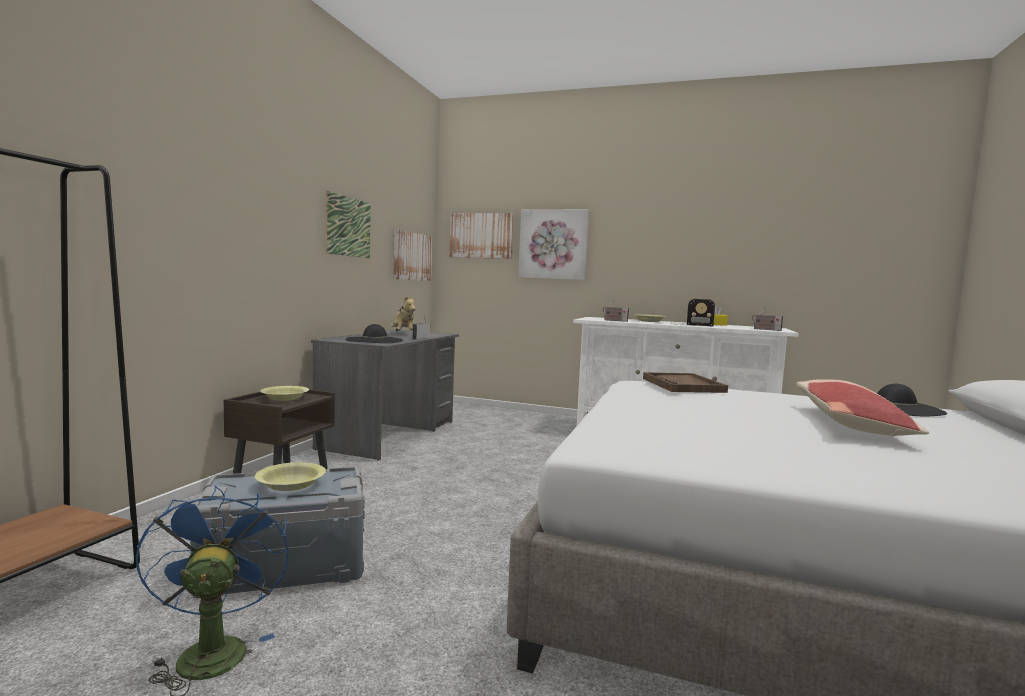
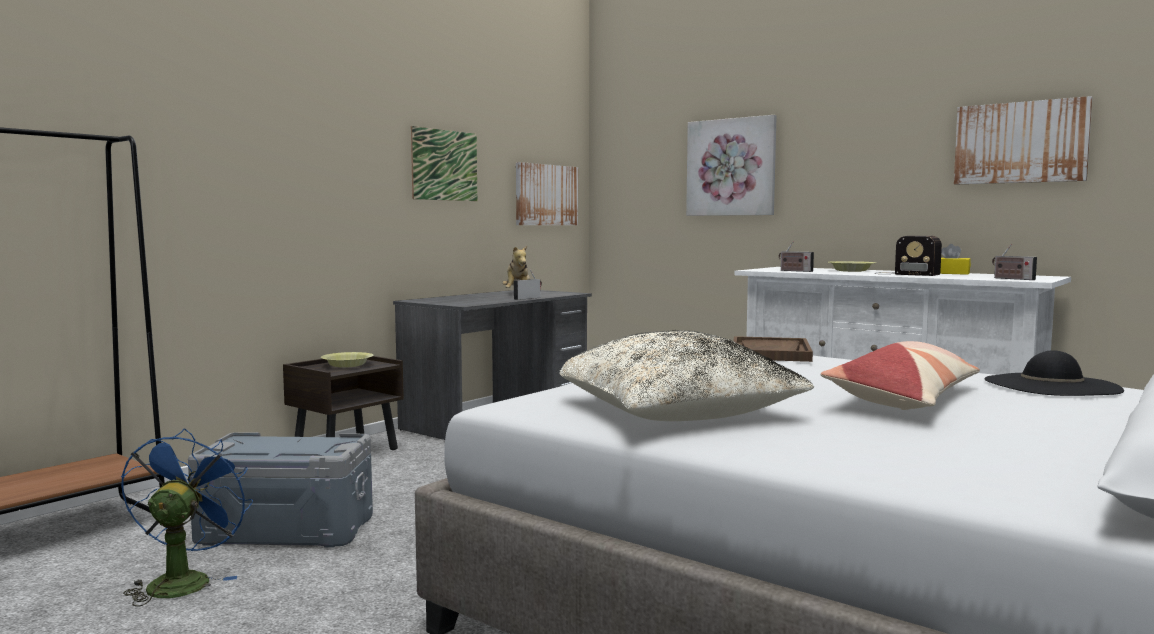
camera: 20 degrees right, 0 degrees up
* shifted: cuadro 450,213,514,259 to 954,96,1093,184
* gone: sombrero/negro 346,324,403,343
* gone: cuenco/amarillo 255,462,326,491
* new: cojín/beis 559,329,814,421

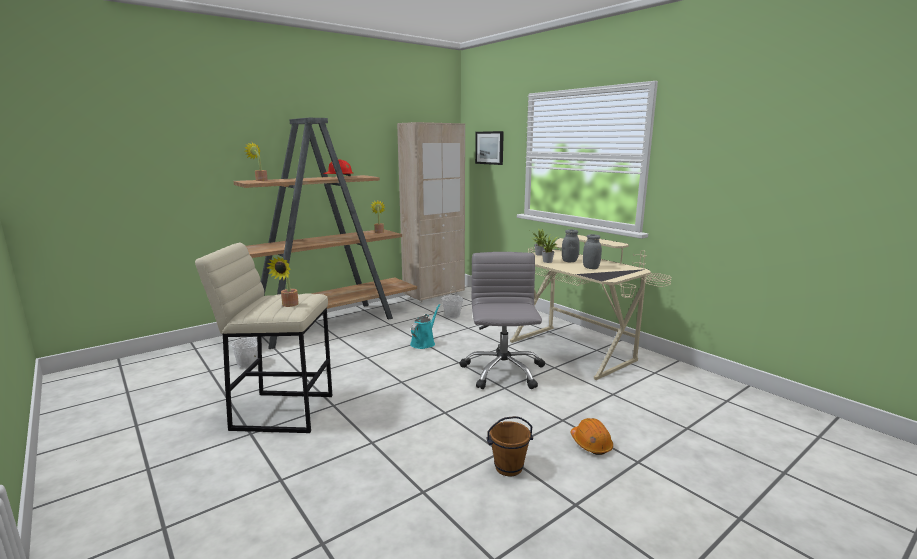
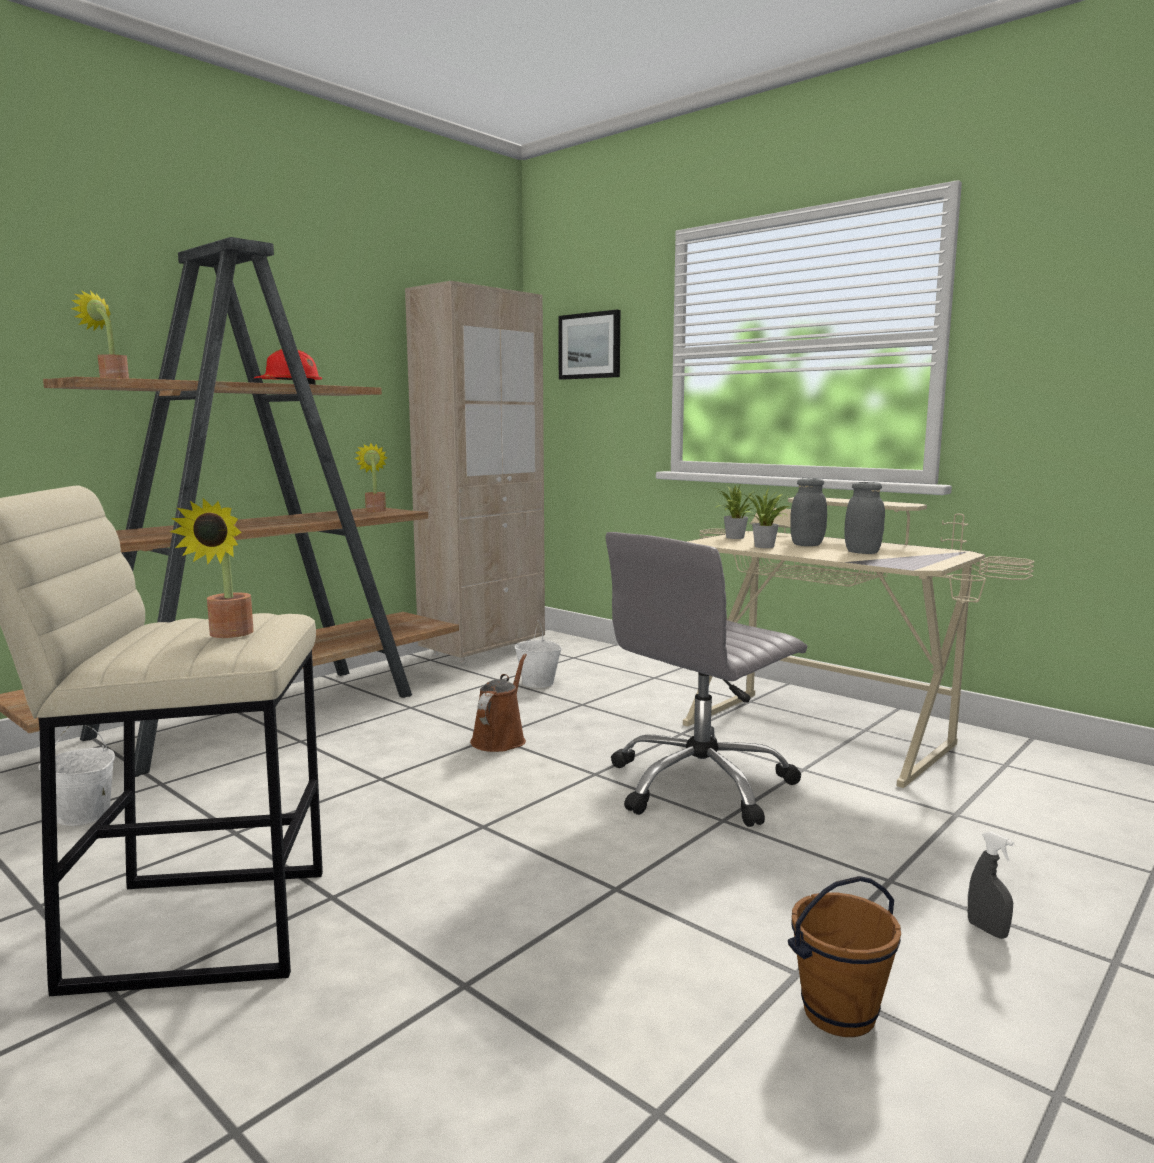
camera: 10 degrees left, 5 degrees down
* rotated: silla de oficina/gris 460,252,545,389 = 605,532,807,827 120 degrees counterclockwise
* repainted: regadera/turquesa 410,304,440,349 to regadera/marrón 470,654,527,752
* swapped: casco/naranja 571,418,613,455 to pulverizador/gris 968,831,1014,939

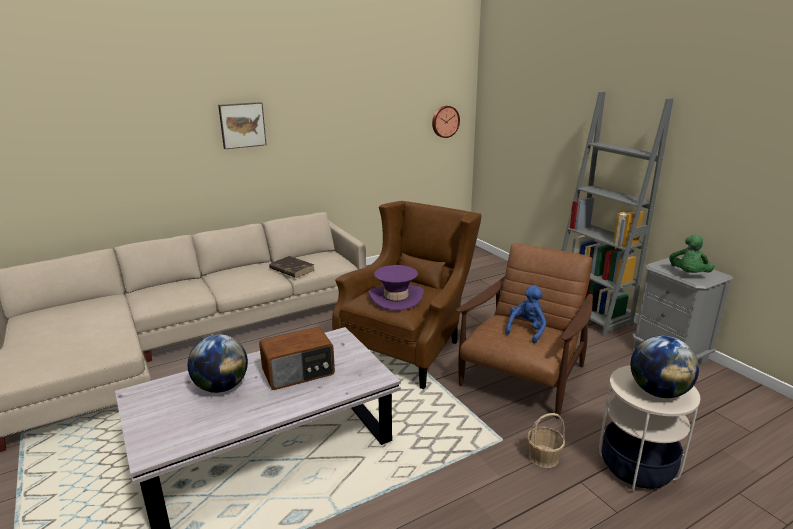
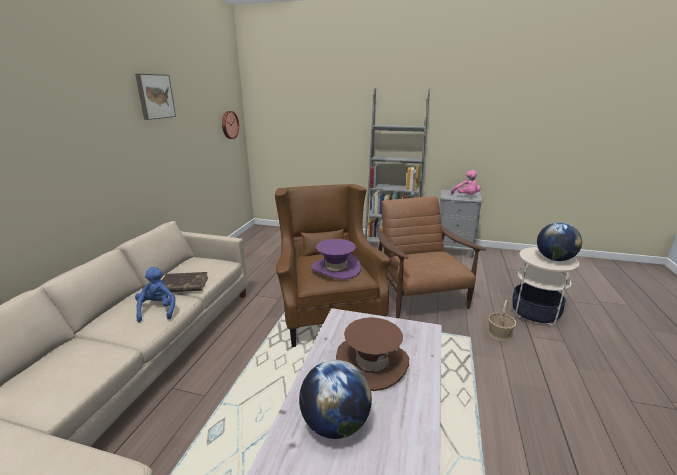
camera: 45 degrees left, 0 degrees up
* shifted: cuadro 218,102,267,149 to 135,74,176,120
* repainted: peluche/verde 669,235,715,273 to peluche/rosa 451,170,481,194
* shifted: peluche/azul 505,285,546,343 to 135,267,175,322
* swapped: radio 259,327,335,390 to sombrero/marrón 336,317,409,391

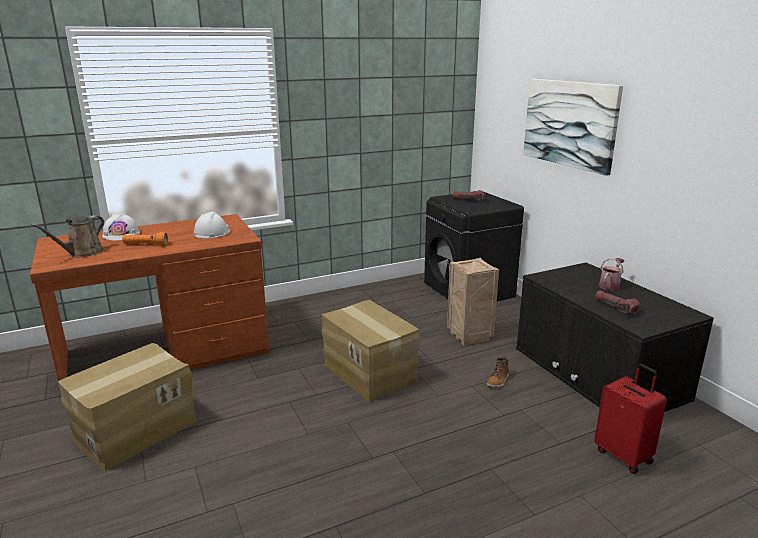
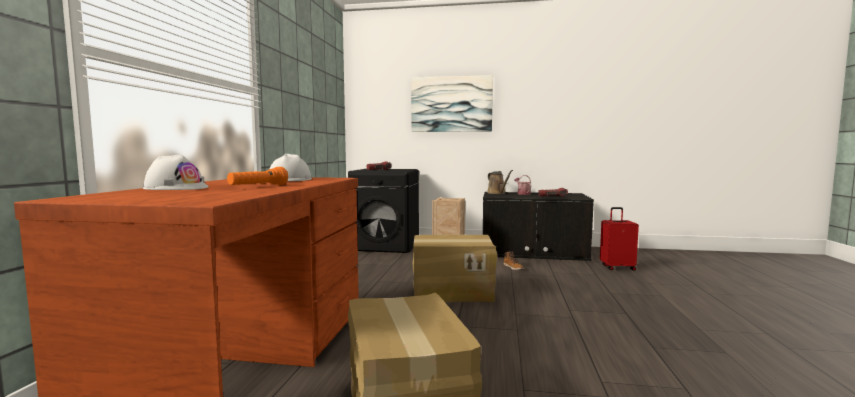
camera: 55 degrees left, 15 degrees down
* shifted: regadera/marrón 31,215,104,257 to 487,170,513,194

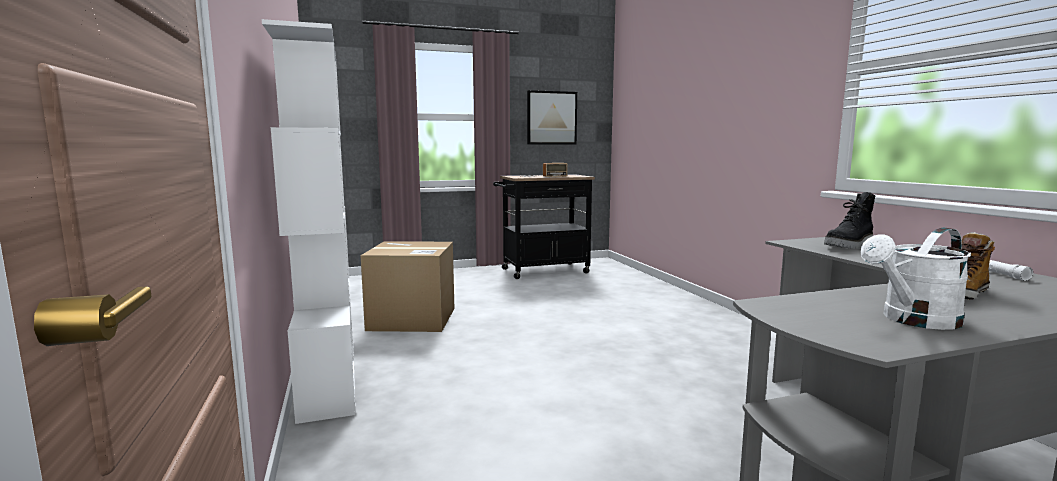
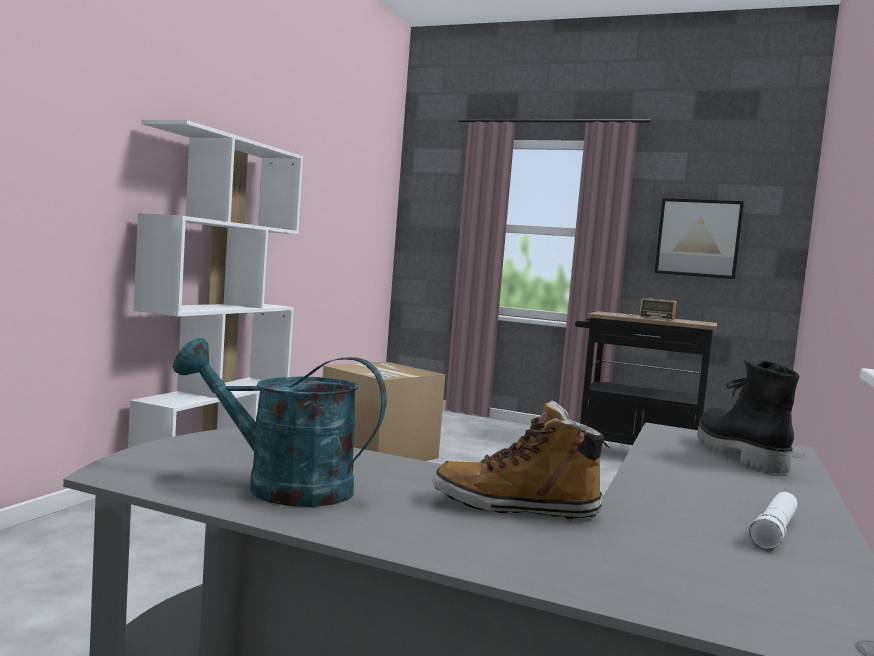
camera: 40 degrees right, 5 degrees down
* rotated: bota/negro 824,192,875,249 = 697,360,800,473 75 degrees clockwise
* repainted: regadera/blanco 861,227,971,330 to regadera/turquesa 173,338,387,507

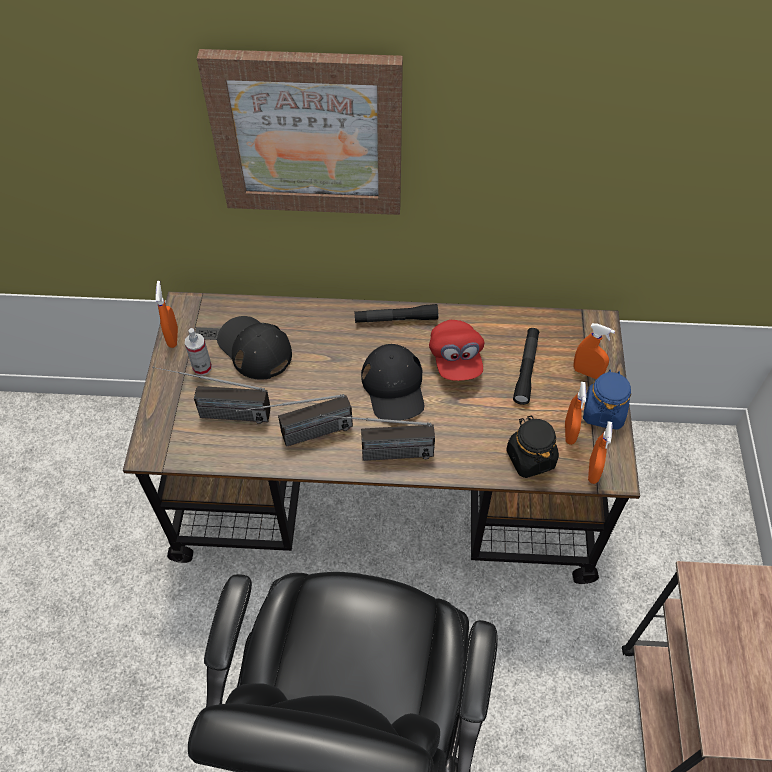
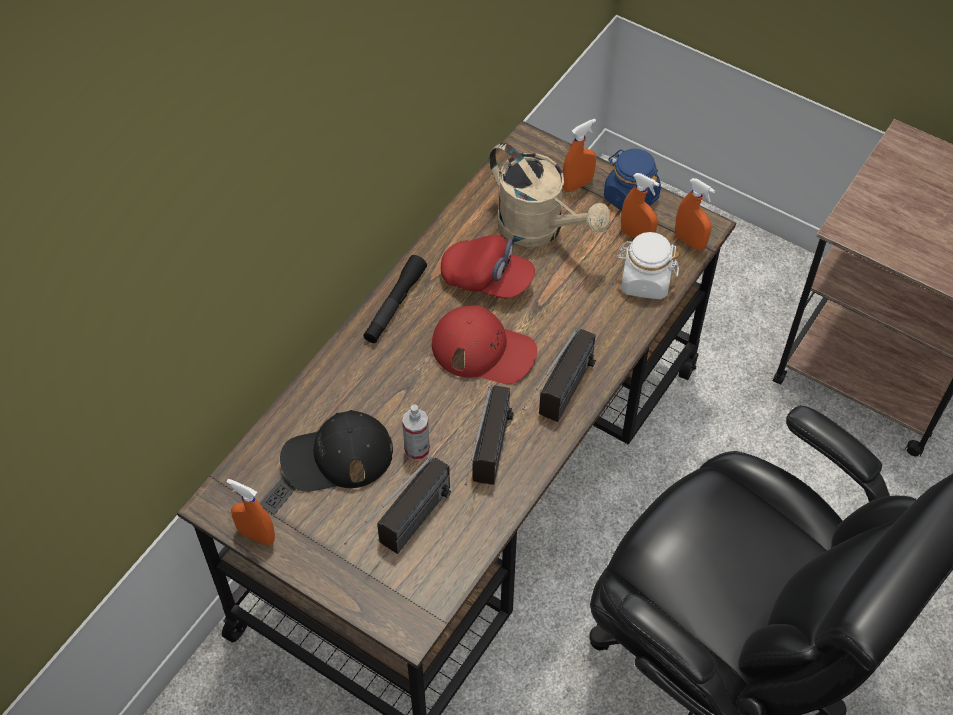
camera: 60 degrees left, 0 degrees up
* gone: cuadro 197,49,403,215
* shifted: pulverizador 185,328,212,376 to 402,404,430,461
* swapped: linterna/negro 513,328,539,405 to regadera/beis 489,143,610,246
* repainted: gorra/negro 361,344,424,421 to gorra/rojo 432,305,537,384
* repainted: tarro/negro 506,416,559,478 to tarro/blanco 617,232,679,299

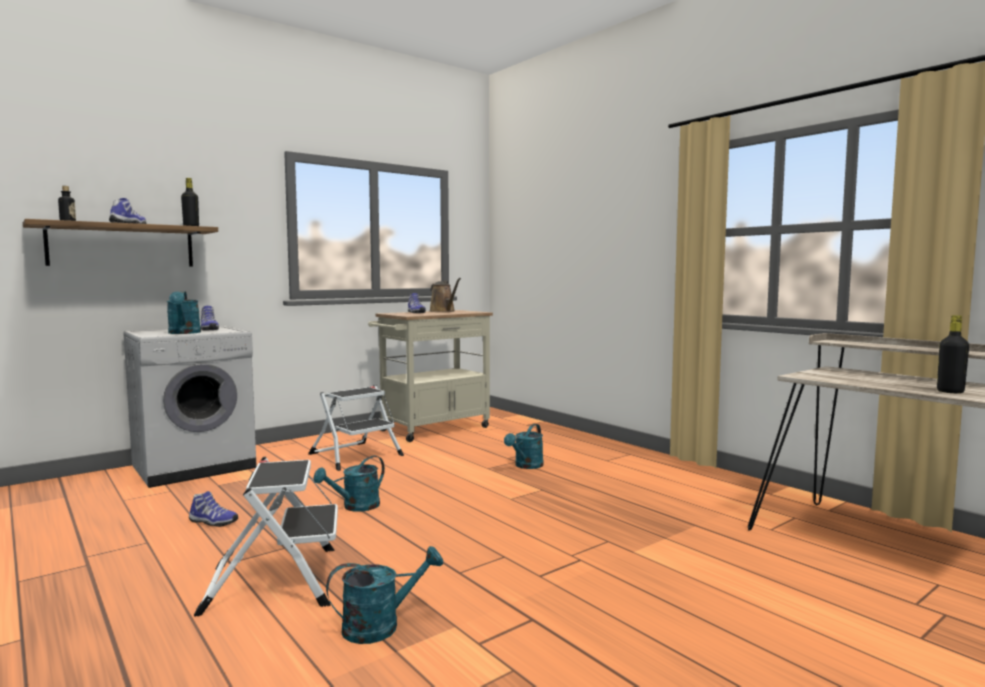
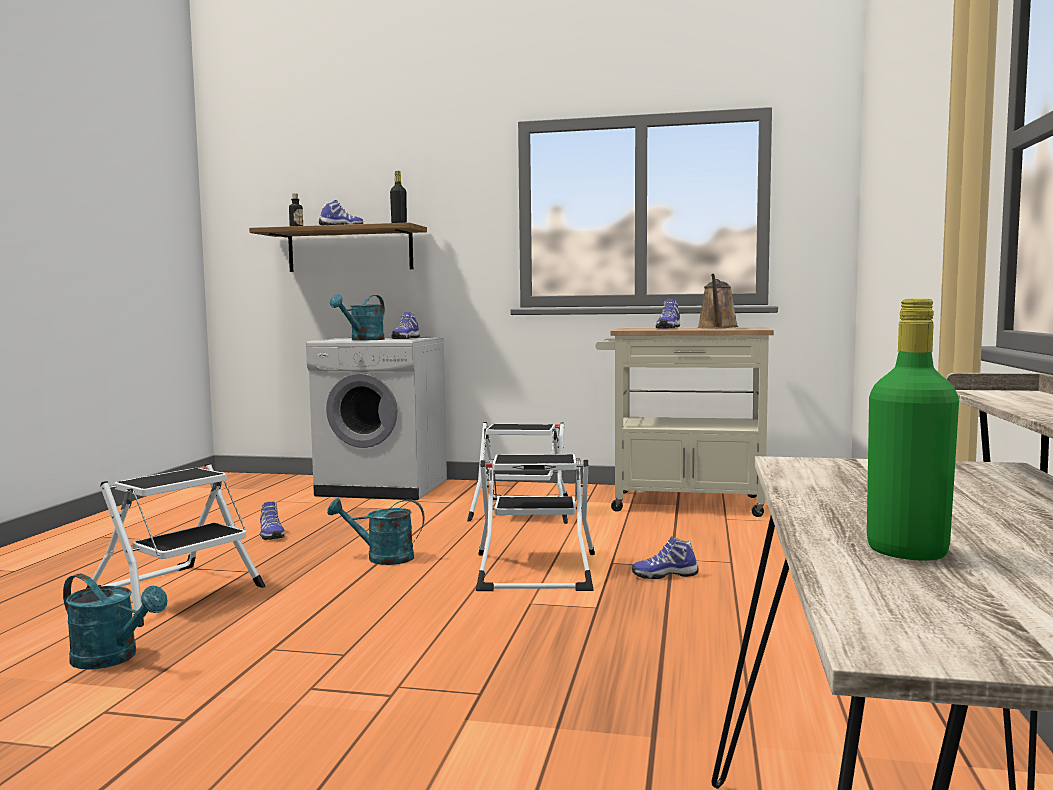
camera: 50 degrees right, 0 degrees up
* repainted: botella/negro 937,315,969,393 to botella/verde 867,298,959,561
* swapped: regadera/turquesa 504,424,544,469 to zapato 632,537,699,579
* new: escalera de tijera 476,454,595,591

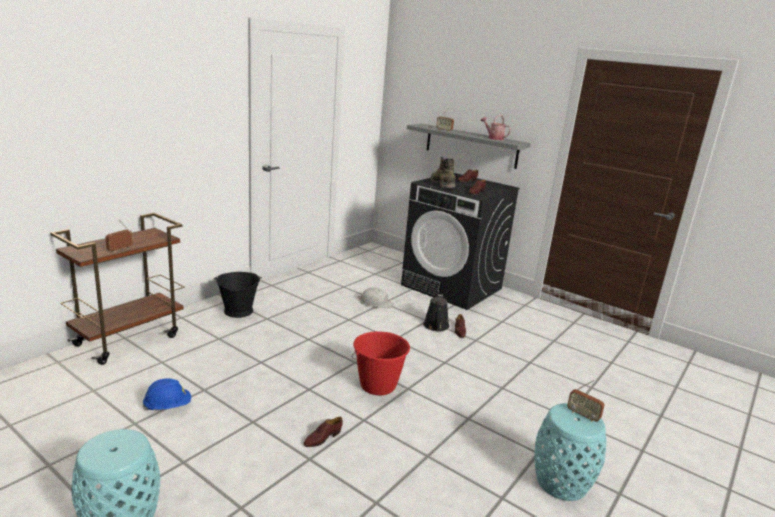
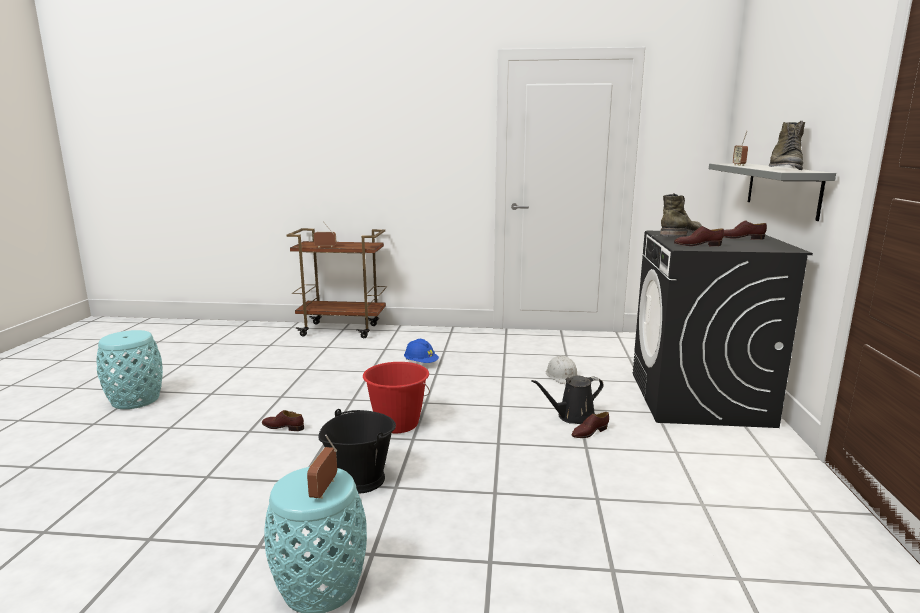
camera: 60 degrees right, 5 degrees down
* swapped: regadera 480,115,511,140 to bota/verde 769,121,805,170
* shifted: cubo/negro 214,272,262,318 to 318,409,396,494
* shifted: casco/azul 142,378,191,410 to 404,339,439,363

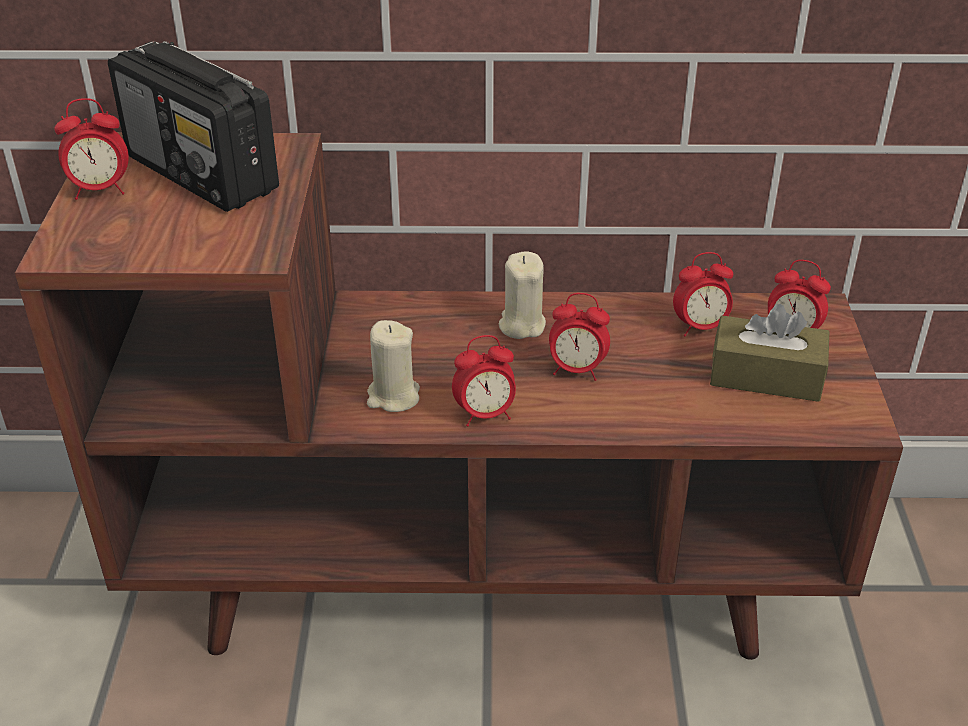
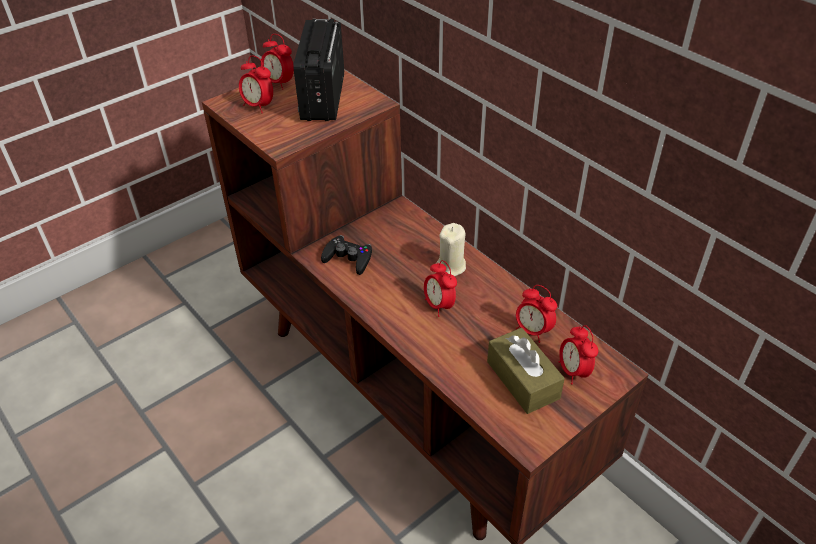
camera: 50 degrees right, 5 degrees up
* swapped: vela/beis 367,320,420,412 to mando de consola/negro 321,235,372,275
* shifted: despertador 452,335,516,427 to 239,55,273,113

